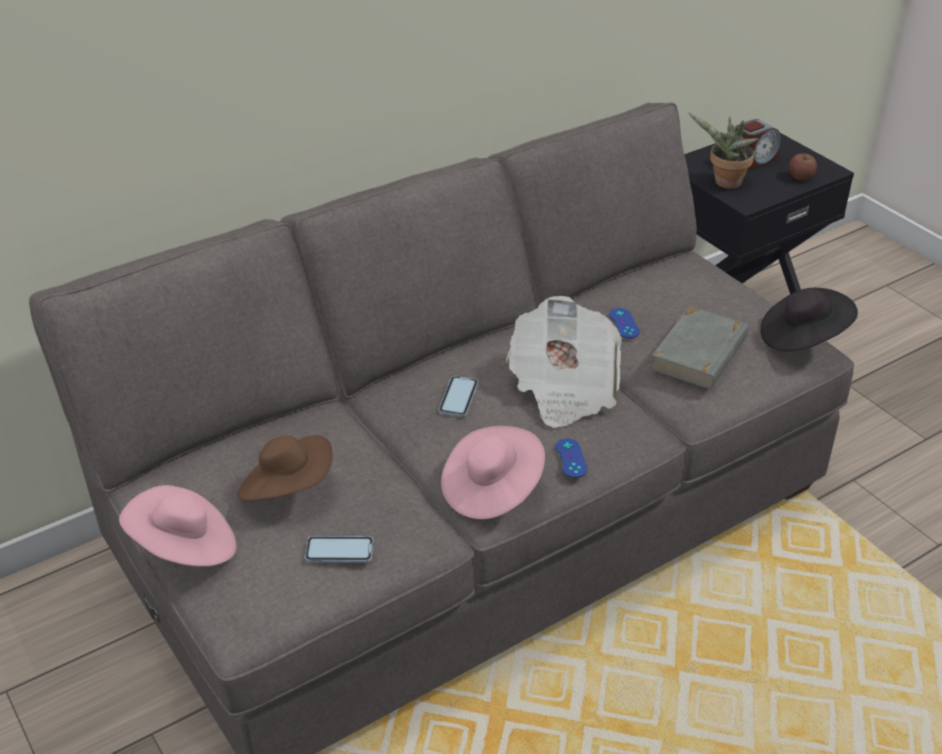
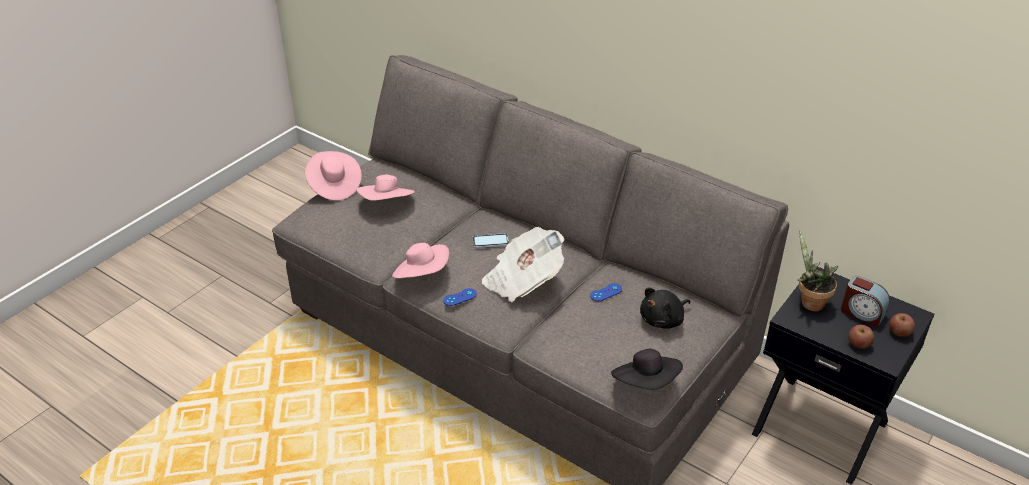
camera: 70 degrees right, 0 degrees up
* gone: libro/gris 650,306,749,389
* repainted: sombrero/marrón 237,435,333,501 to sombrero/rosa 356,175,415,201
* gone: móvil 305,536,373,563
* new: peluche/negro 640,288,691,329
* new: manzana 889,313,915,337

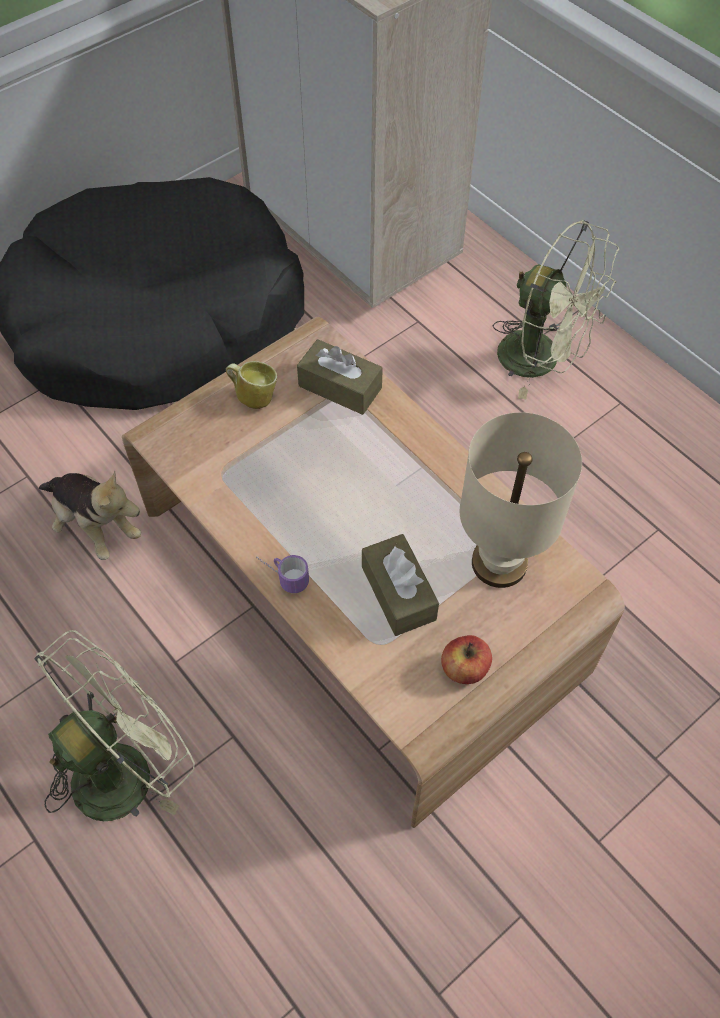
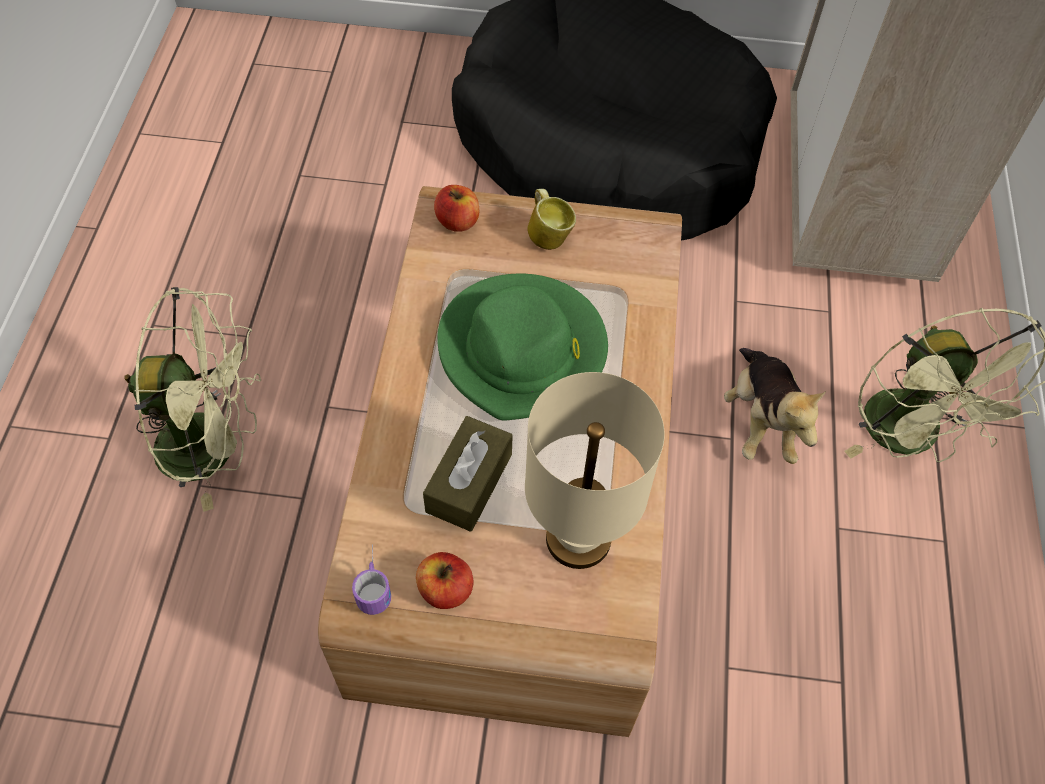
camera: 45 degrees right, 0 degrees up
* gone: caja de pañuelos/marrón 297,339,383,415
* shifted: peluche 39,470,141,560 to 724,348,826,464
* shifted: taza grande 256,555,309,593 to 352,544,391,615
* new: manzana 434,185,479,232
* new: sombrero/verde 437,274,608,420

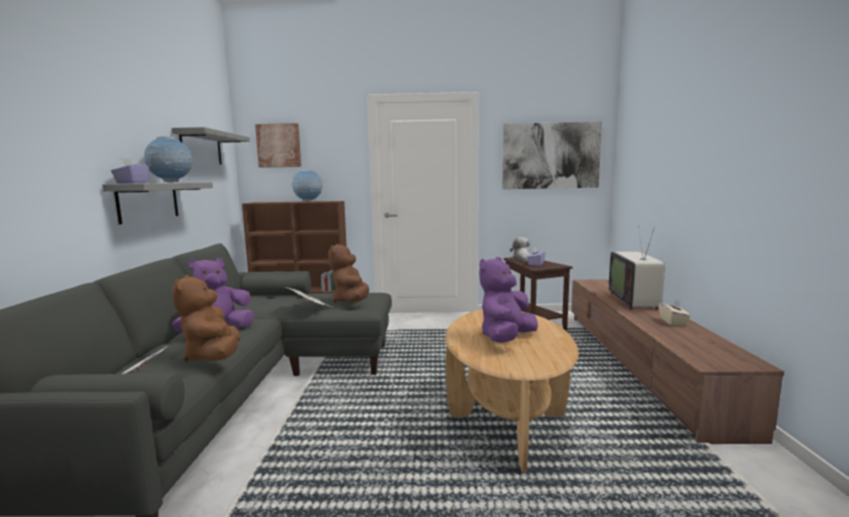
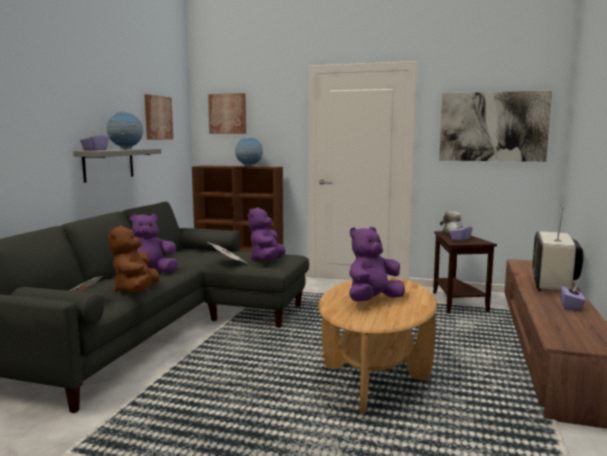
camera: 15 degrees right, 0 degrees up
* swapped: estante/gris 172,127,250,164 to cuadro 144,94,173,140
* repainted: peluche/marrón 328,244,369,303 to peluche/morado 248,207,286,261
* repainted: caja de pañuelos/beis 659,299,691,326 to caja de pañuelos/morado 560,284,585,311

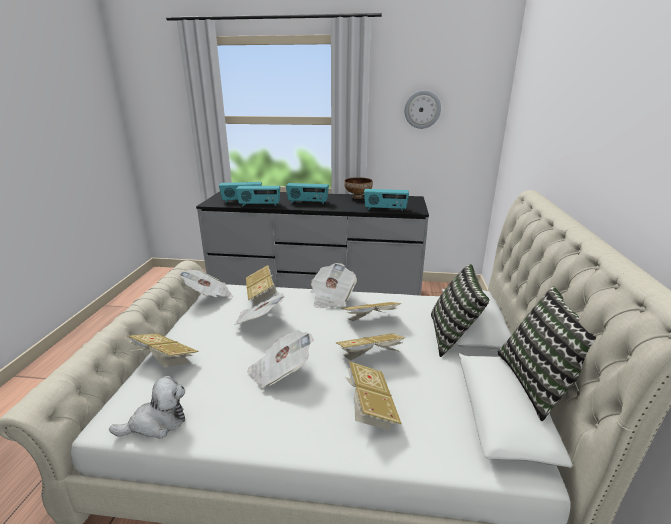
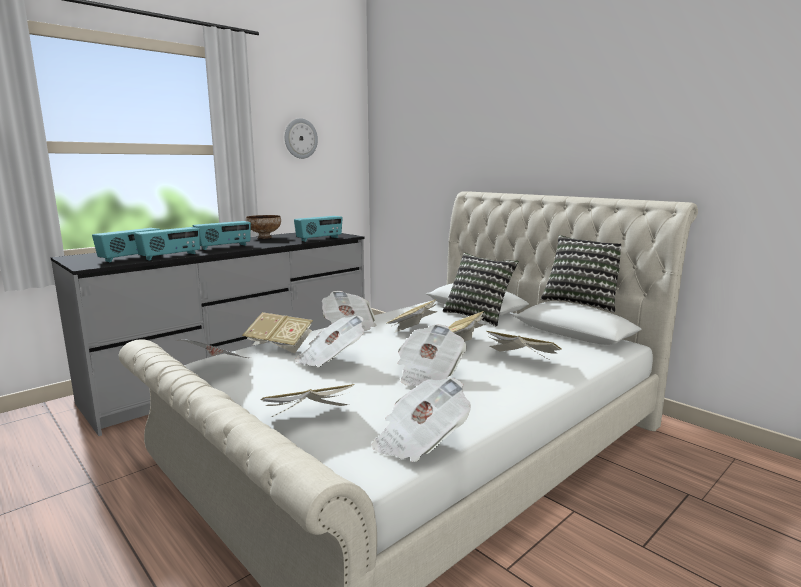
camera: 50 degrees left, 10 degrees down
* swapped: peluche 109,376,185,439 to periódico 372,378,471,462

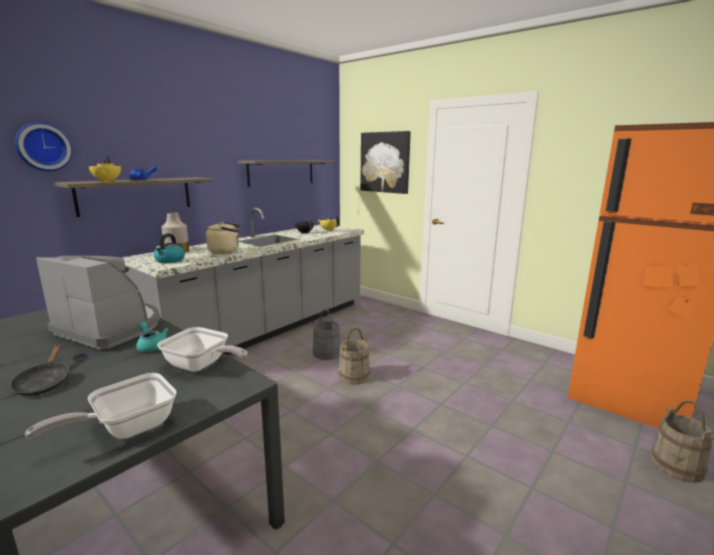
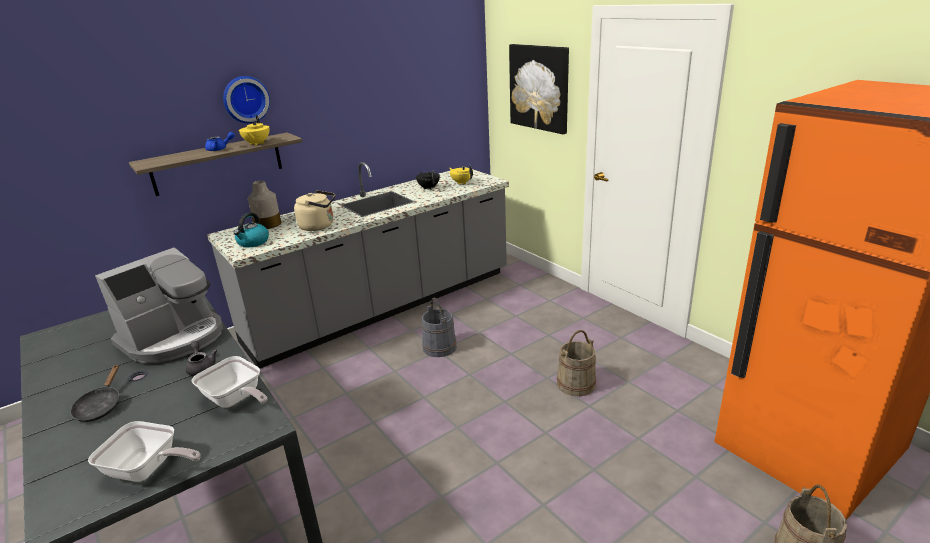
camera: 15 degrees right, 10 degrees up
* shifted: reloj de pared 15,122,72,171 to 223,76,270,123
* shifted: tetera/amarillo 89,156,121,182 to 239,115,270,146
* gone: estante 238,160,335,187
* rotated: cafetera 36,256,160,350 = 95,247,223,363 90 degrees clockwise
* repainted: tetera/turquesa 136,322,168,352 to tetera/gris 186,341,217,376
* shifted: cubo/beis 338,328,370,384 to 557,330,596,396
* rotated: sartén 25,373,177,439 = 88,421,201,482 135 degrees counterclockwise

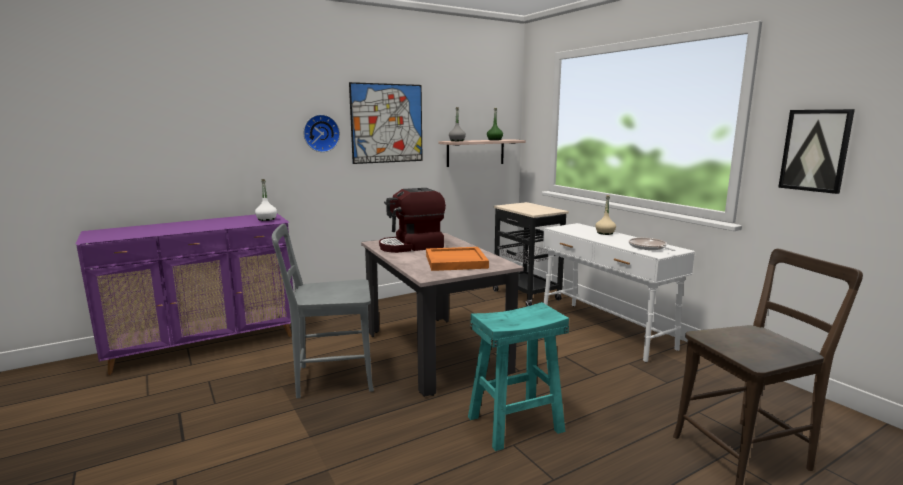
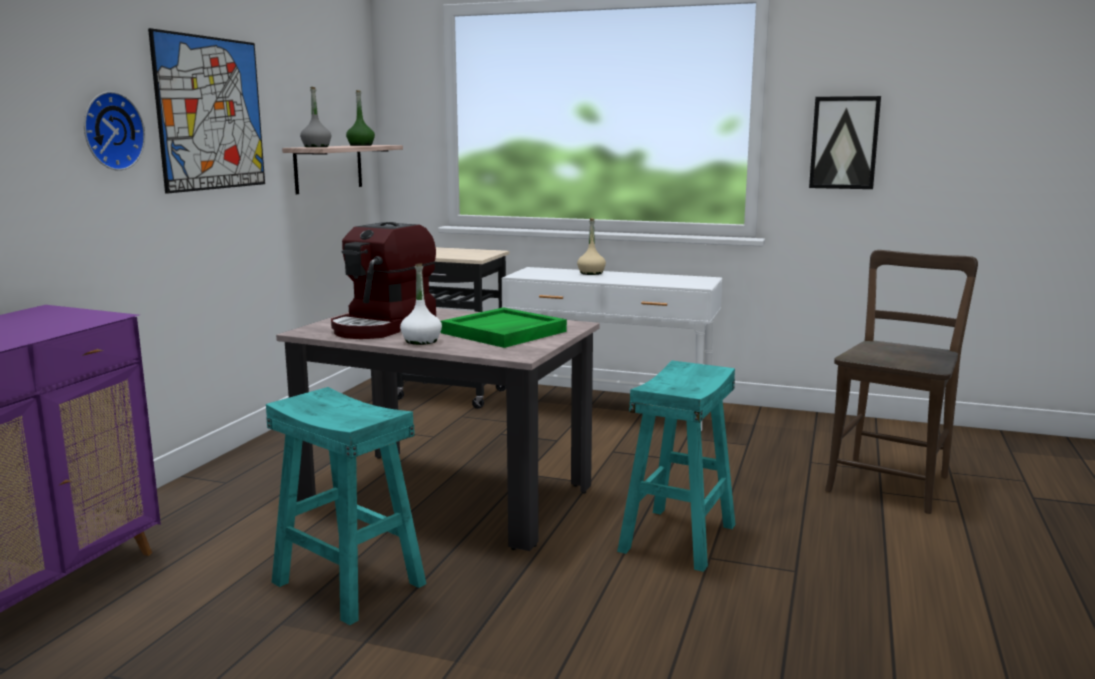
camera: 40 degrees left, 0 degrees up
* shifted: botella/blanco 255,179,277,221 to 400,263,442,345
* swapped: silla/gris 272,224,374,398 to taburete/turquesa 266,387,426,625
* gone: sartén 629,238,675,251
* repainted: bandeja/naranja 426,247,489,271 to bandeja/verde 441,307,567,348

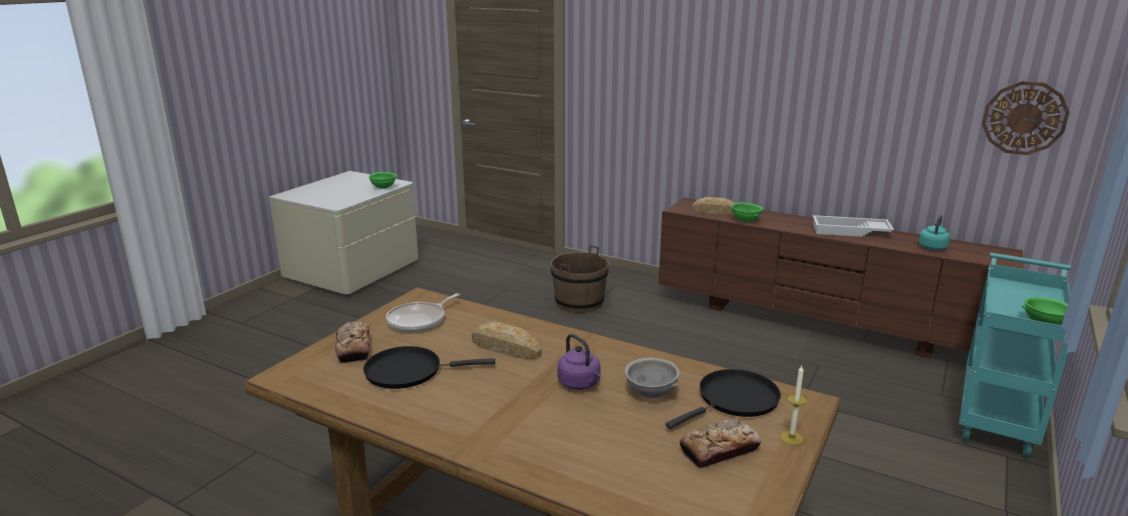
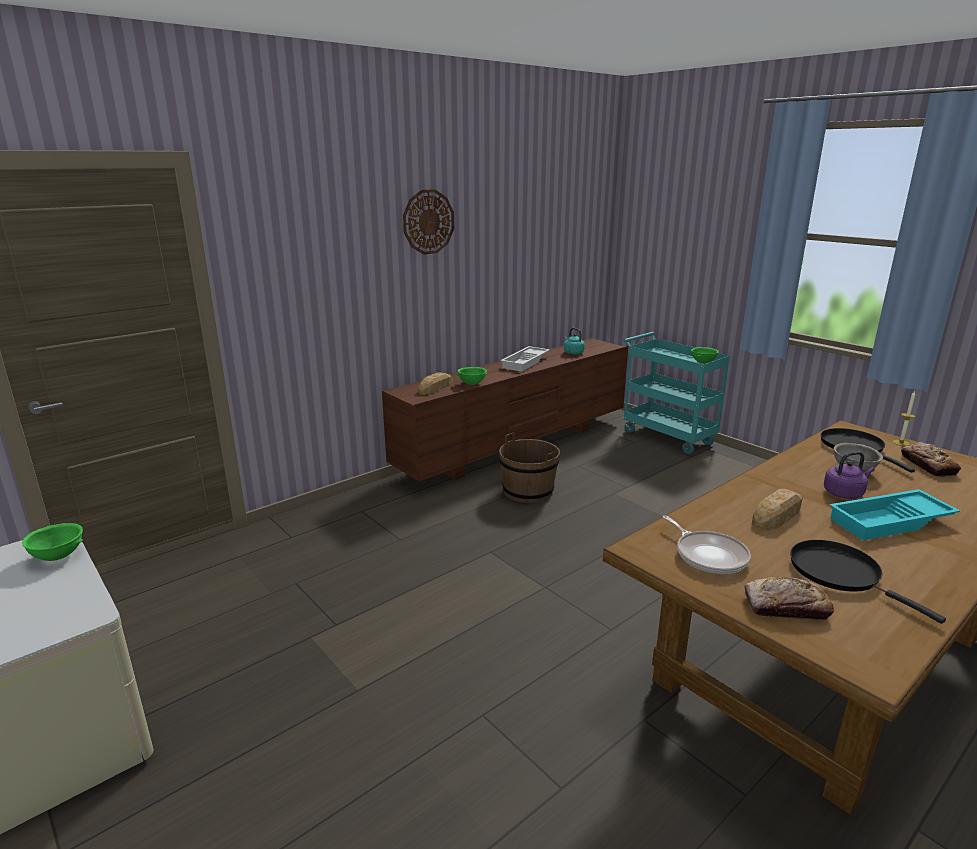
camera: 70 degrees left, 0 degrees up
* shifted: reloj de pared 982,81,1070,155 to 403,189,454,255
* shifted: cubo/marrón 551,245,609,313 to 499,433,560,503
* rotated: sartén/negro 363,346,495,389 = 790,540,946,624 135 degrees clockwise
* new: bandeja/turquesa 829,489,960,540

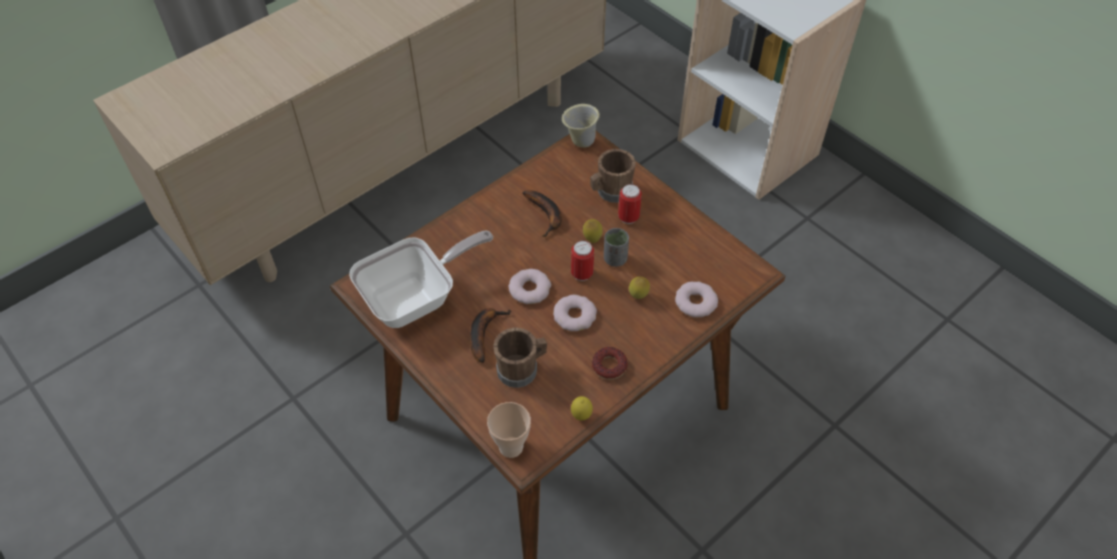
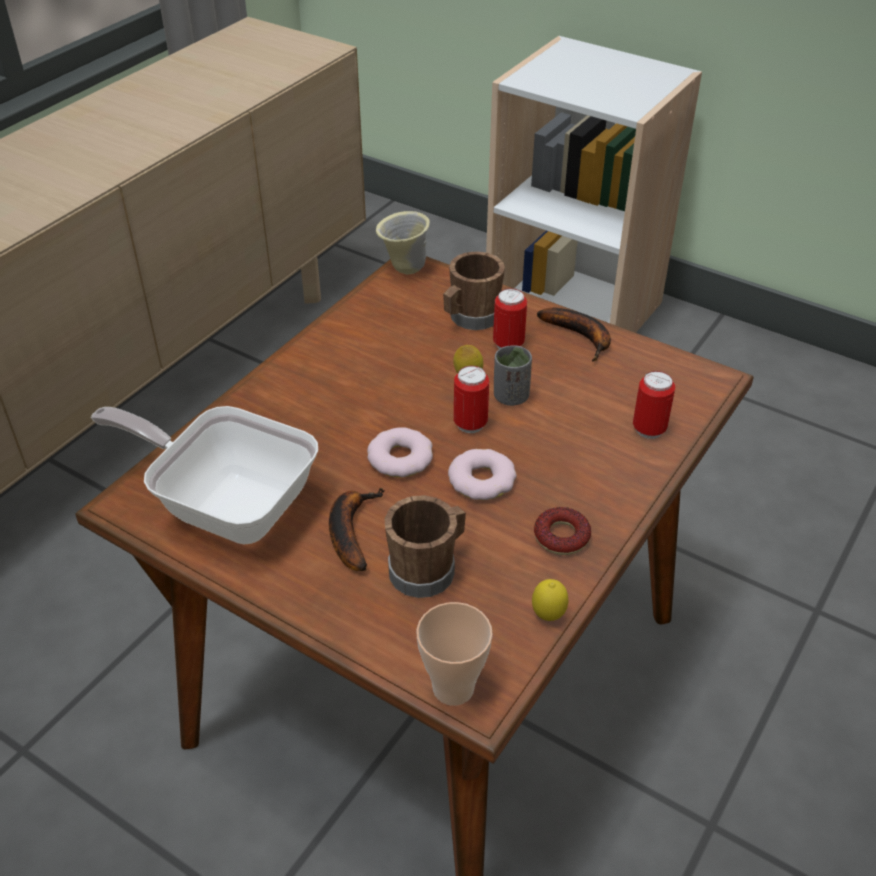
camera: 15 degrees left, 10 degrees down
* shifted: plátano 523,190,562,237 to 537,307,611,362
* rotated: sartén 349,230,493,328 = 91,406,318,545 105 degrees counterclockwise
* gone: limón 629,276,650,299
* swapped: rosquilla 675,282,718,317 to lata 633,371,675,439

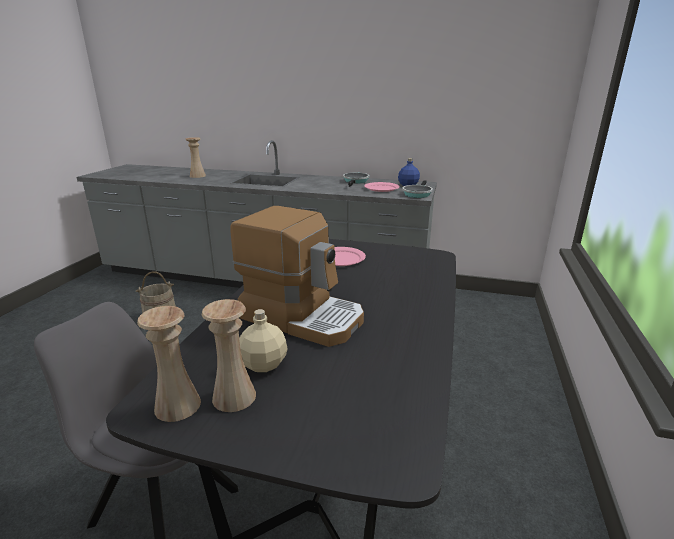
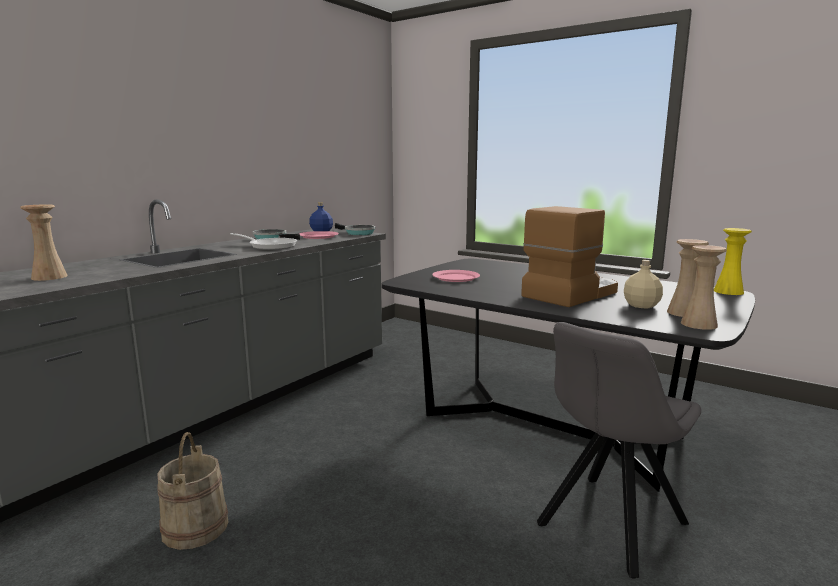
camera: 70 degrees left, 10 degrees down
* new: florero/amarillo 714,228,752,295
* new: sartén 230,233,297,250

